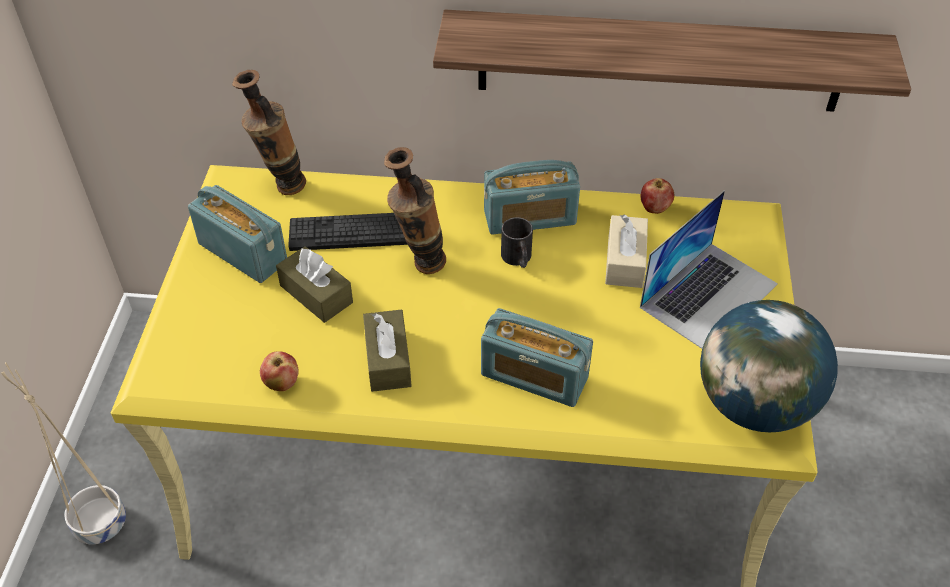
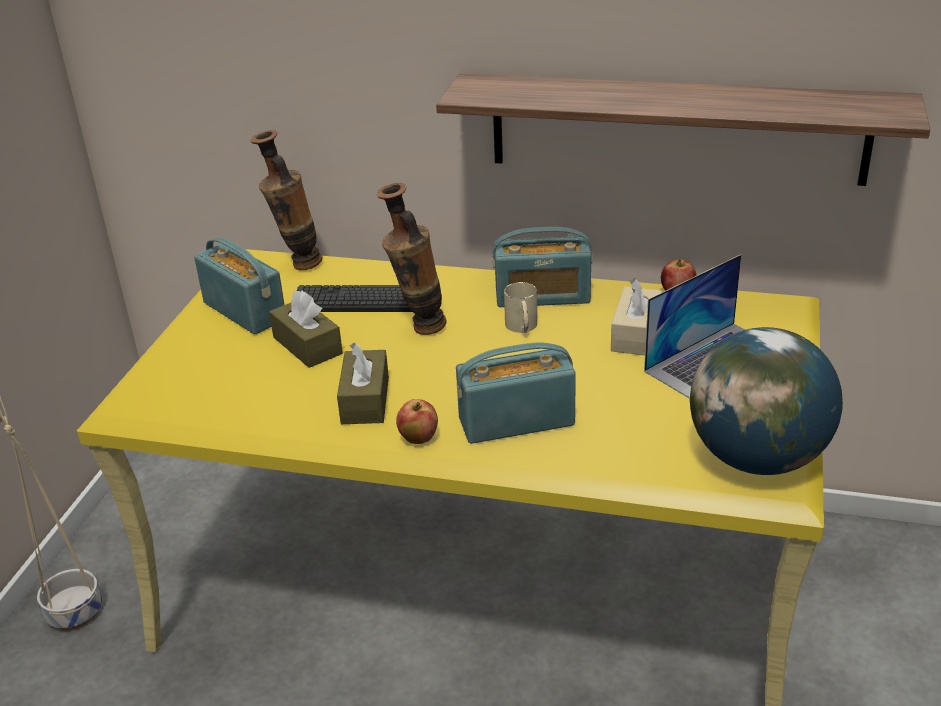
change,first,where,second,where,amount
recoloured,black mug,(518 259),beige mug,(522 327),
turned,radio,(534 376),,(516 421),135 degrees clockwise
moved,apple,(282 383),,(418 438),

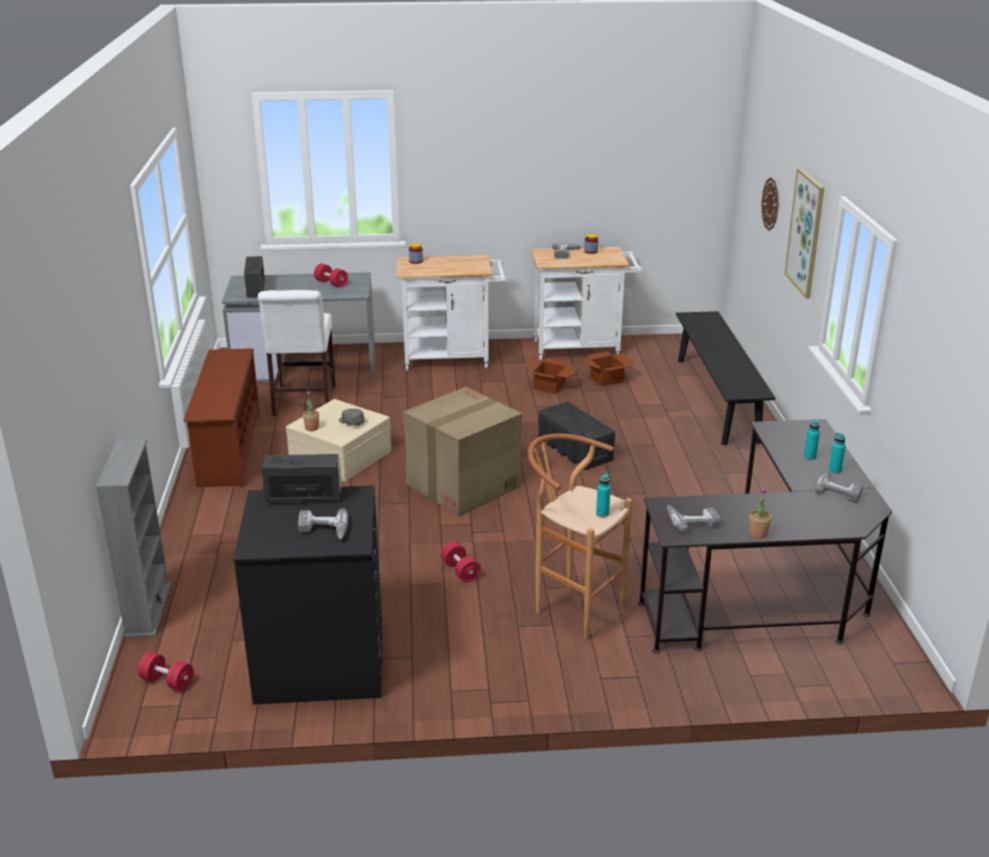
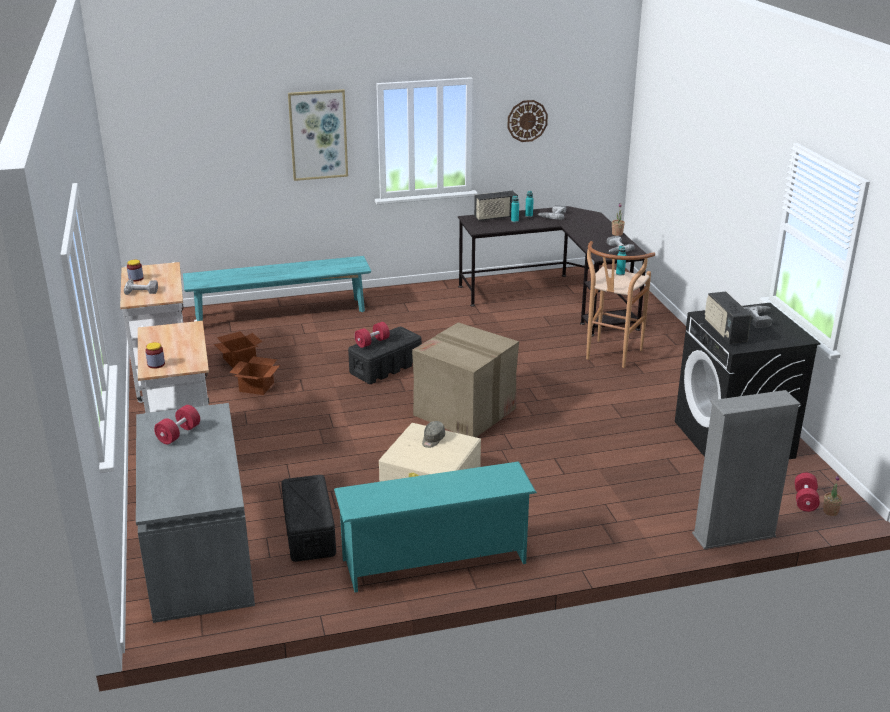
change,first,where,second,where,amount
moved,wall clock,(771 204),,(527 120),
moved,radio,(255 290),,(495 217),
replaced,white chair,(303 402),black storage box,(309 532),
recoloured,black bench,(716 399),turquoise bench,(280 313),
recoloured,brown shoe rack,(228 448),turquoise shoe rack,(435 562),
moved,potted plant,(312 428),,(830 511),
moved,red dumbbell,(460 571),,(372 342),

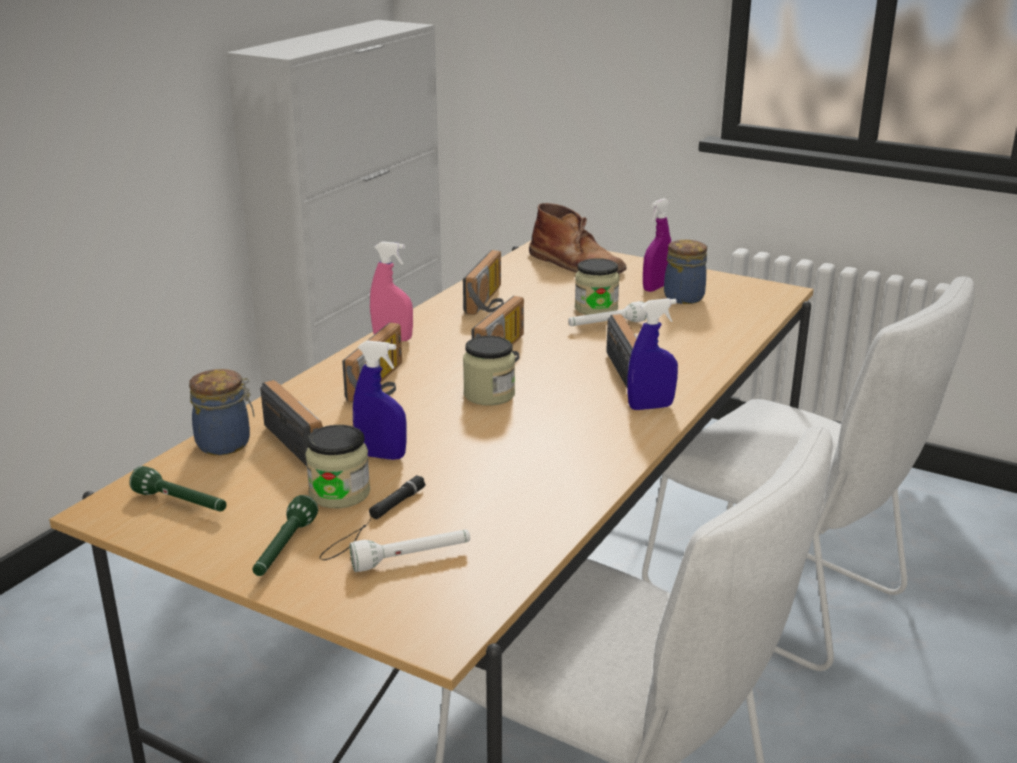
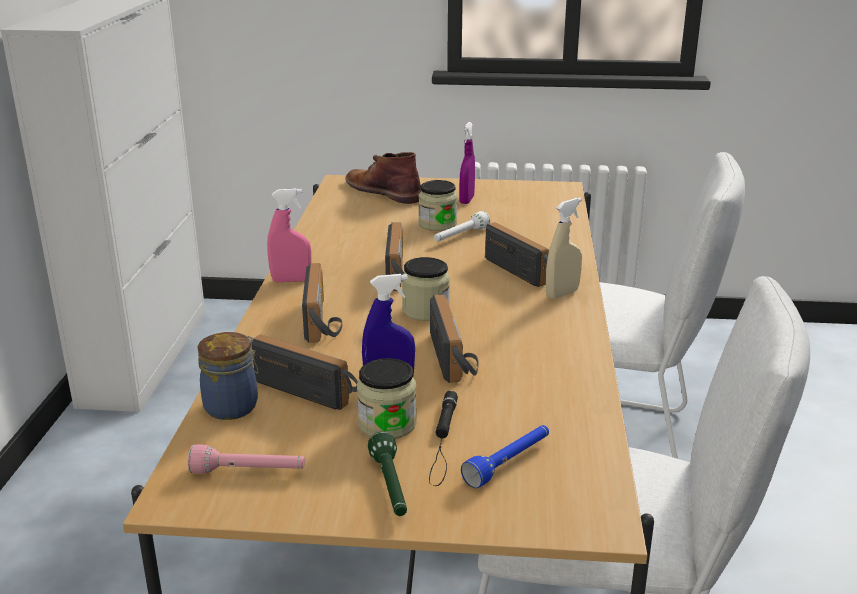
change,first,where,second,where,amount
turned,brown boot,(576 264),,(383 191),150 degrees counterclockwise
removed,jar,(685 297),,,
moved,radio,(490 301),,(456 358),
recoloured,blue spray bottle,(650 407),beige spray bottle,(562 294),
recoloured,green flashlight,(182 504),pink flashlight,(248 472),
recoloured,white flashlight,(412 558),blue flashlight,(508 463),

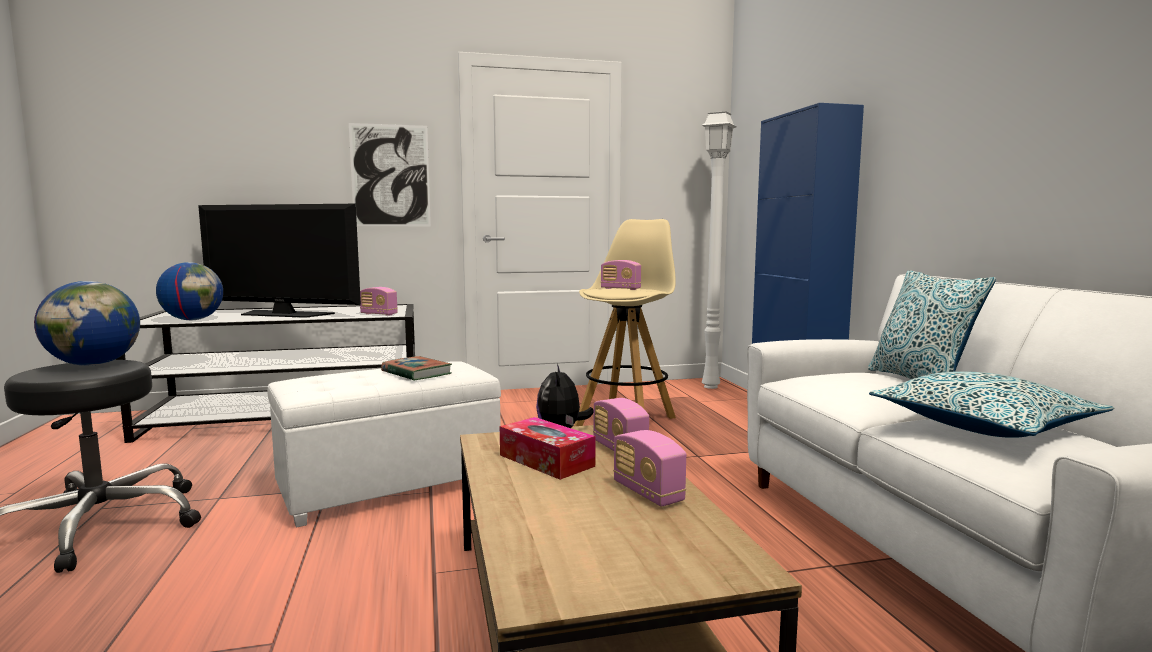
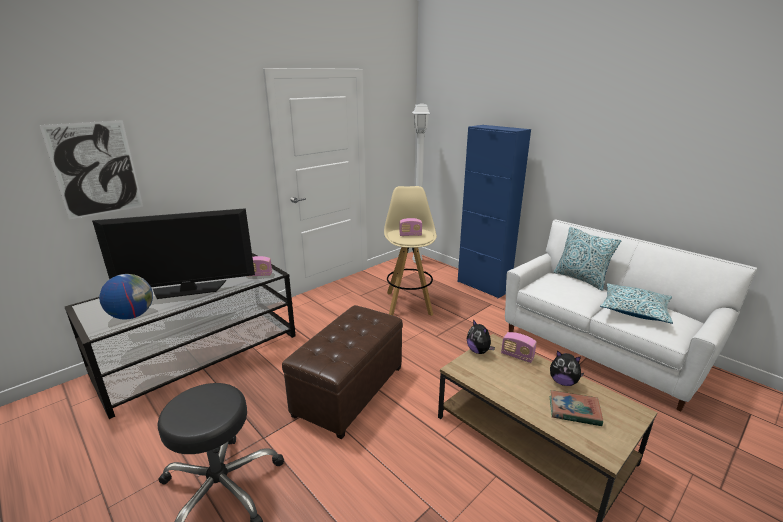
change,first,where,second,where,amount
moved,picture,(390 176),,(96 169),
removed,globe,(94 364),,,
moved,book,(416 373),,(574 411),
recoloured,white ottoman,(390 485),brown ottoman,(349 390),
removed,tissue box,(546 460),,,
replaced,radio,(647 492),plush toy,(563 382),

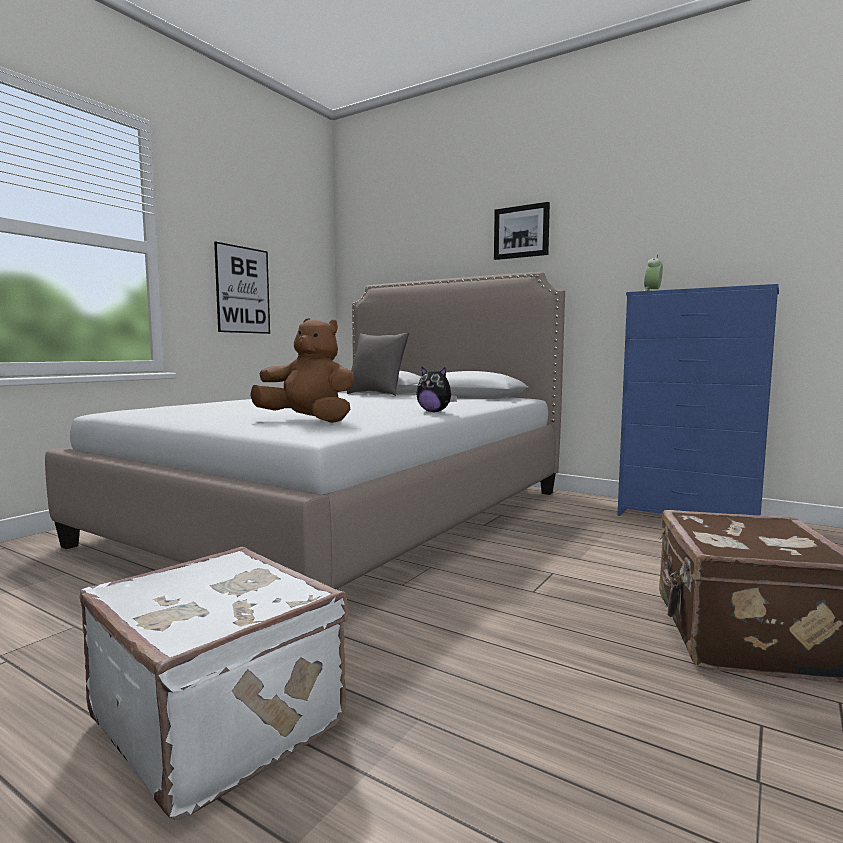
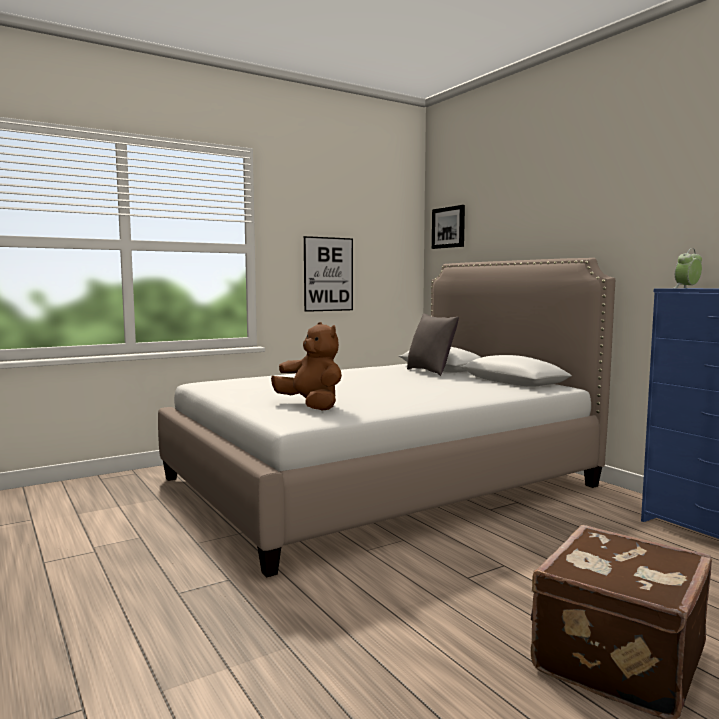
change,first,where,second,where,amount
moved,picture,(521 232),,(448 227),
removed,plush toy,(434 412),,,
removed,white suitcase,(222 719),,,

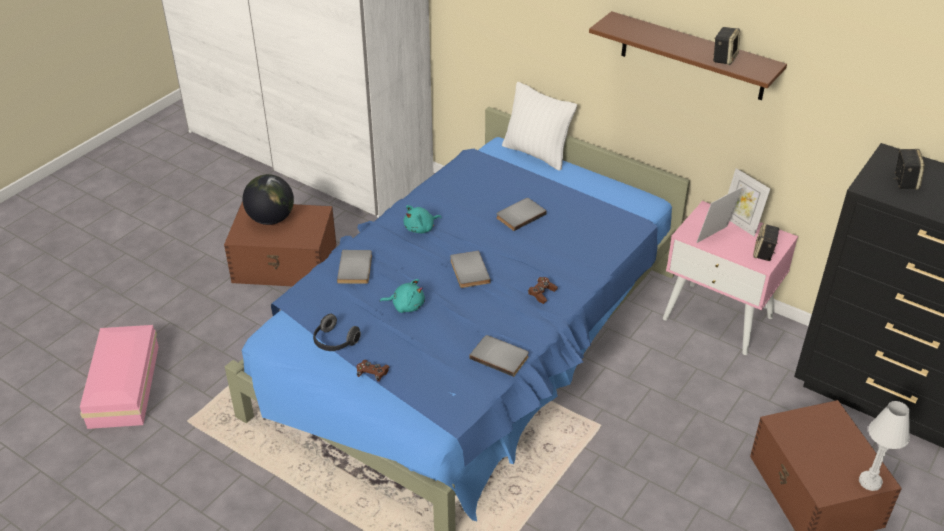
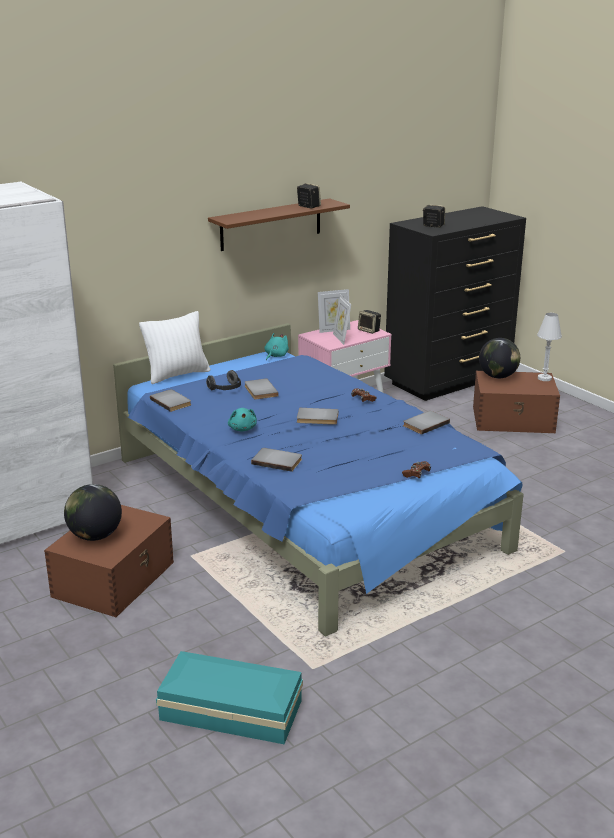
change,first,where,second,where,amount
moved,turquoise plush toy,(406 305),,(275 356),
moved,headphones,(334 342),,(226 389),
recoloured,pink storage box,(126 384),turquoise storage box,(229 708),
added,,,globe,(497 376),
added,,,grey book,(172 402),

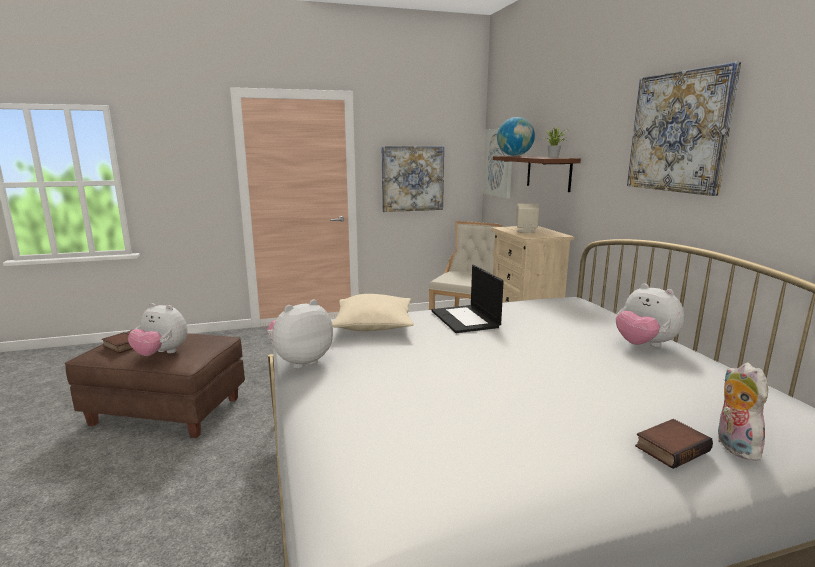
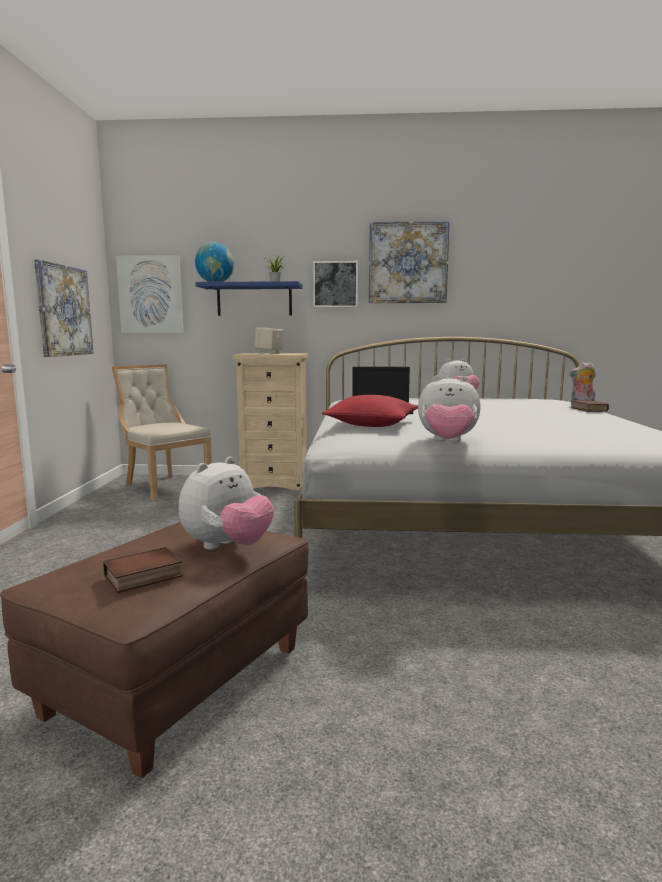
change,first,where,second,where,amount
recoloured,brown shelf,(548 172),blue shelf,(254 300),
recoloured,beige pillow,(374 325),red pillow,(372 424),
turned,plush toy,(300 361),,(447 442),60 degrees counterclockwise
added,,,picture,(335 284),

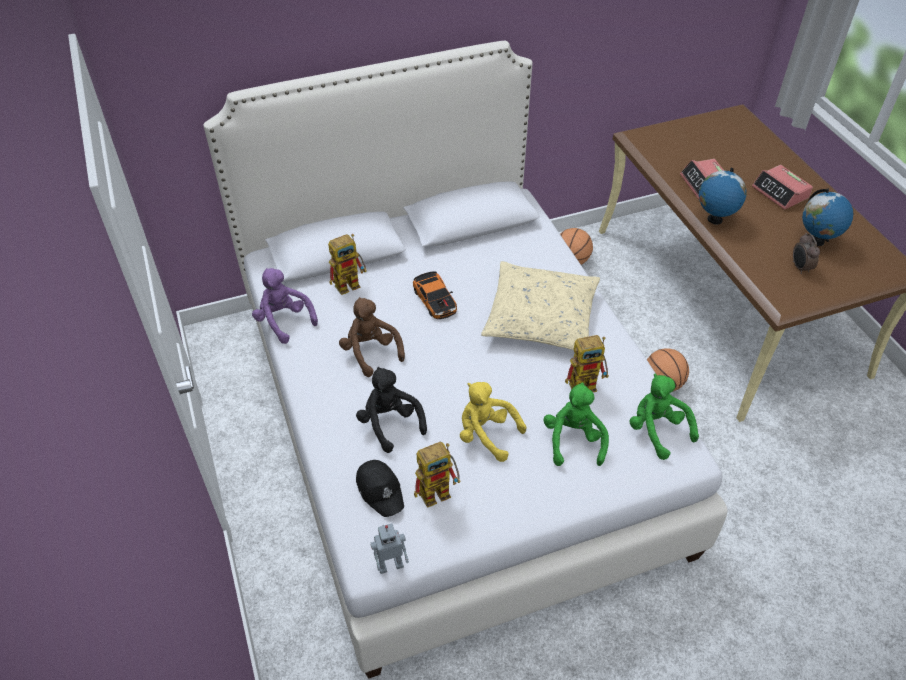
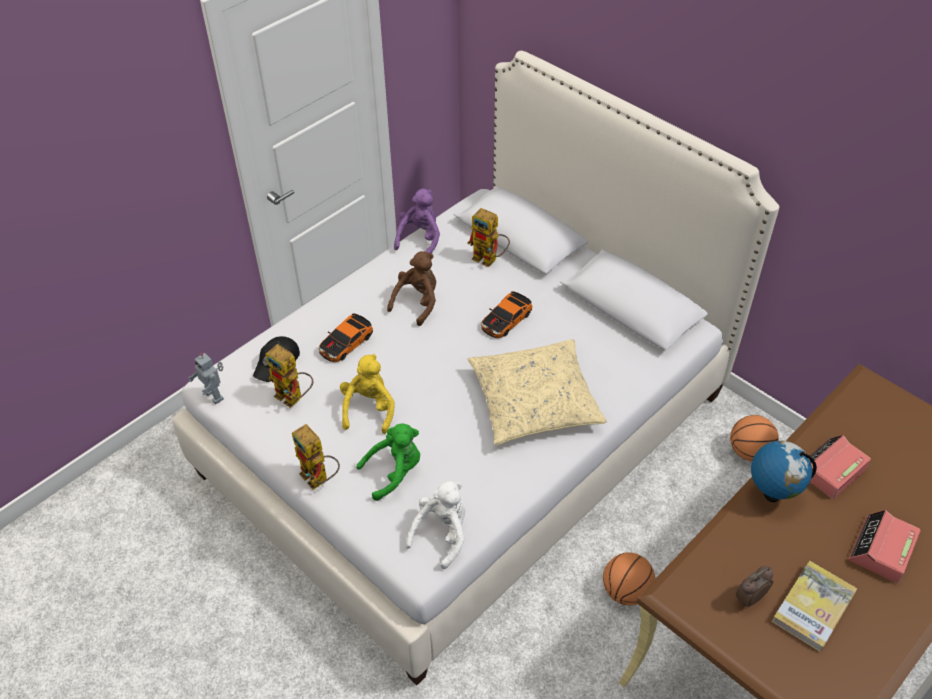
change,first,where,second,where,amount
replaced,globe,(816 241),book,(813 607),
moved,toy robot,(587 384),,(319 479),
replaced,black plush toy,(390 423),toy car,(346 343),
recoloured,green plush toy,(657 430),white plush toy,(442 534),

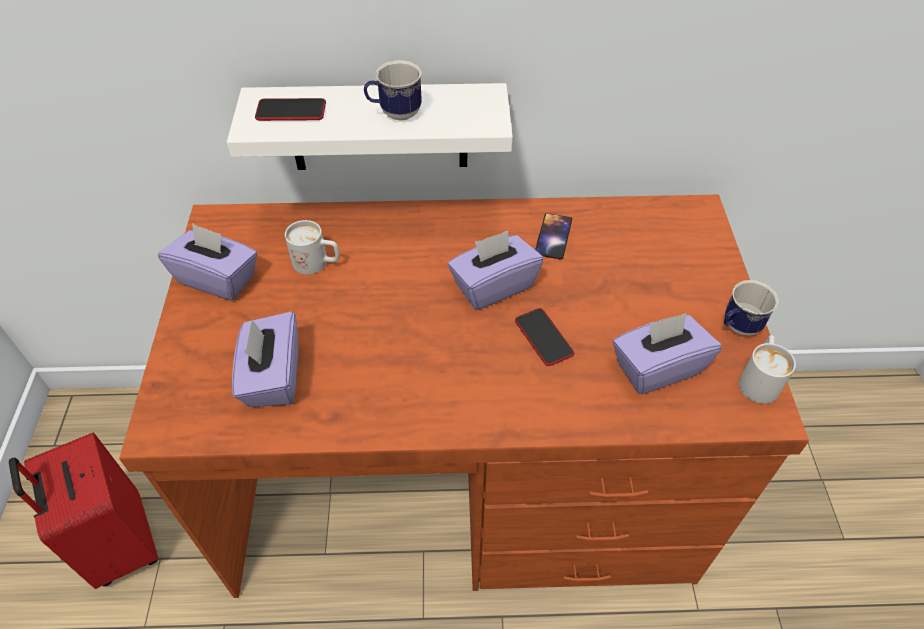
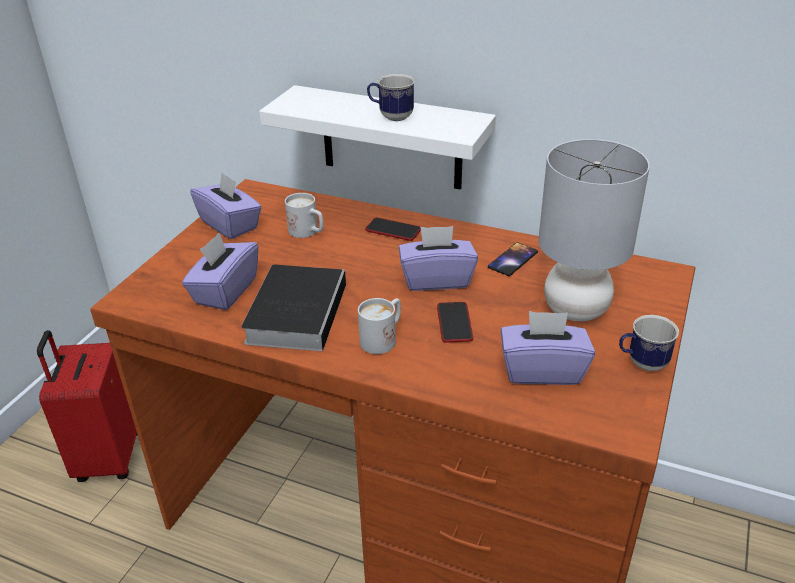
change,first,where,second,where,amount
moved,phone,(291 111),,(393 230),
moved,white mug,(759 379),,(383 338),
added,,,grey table lamp,(576 309),
added,,,book,(297 311),

